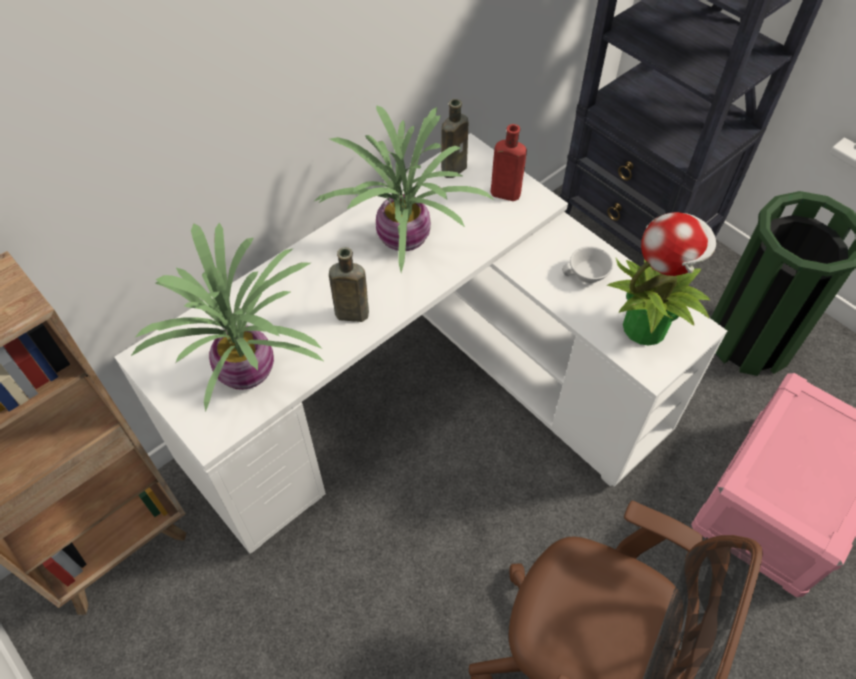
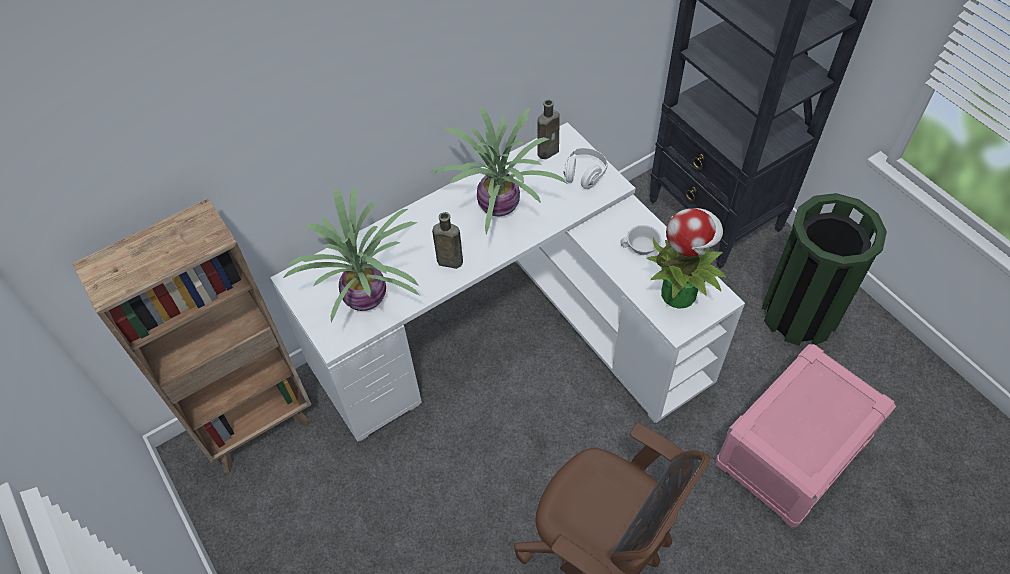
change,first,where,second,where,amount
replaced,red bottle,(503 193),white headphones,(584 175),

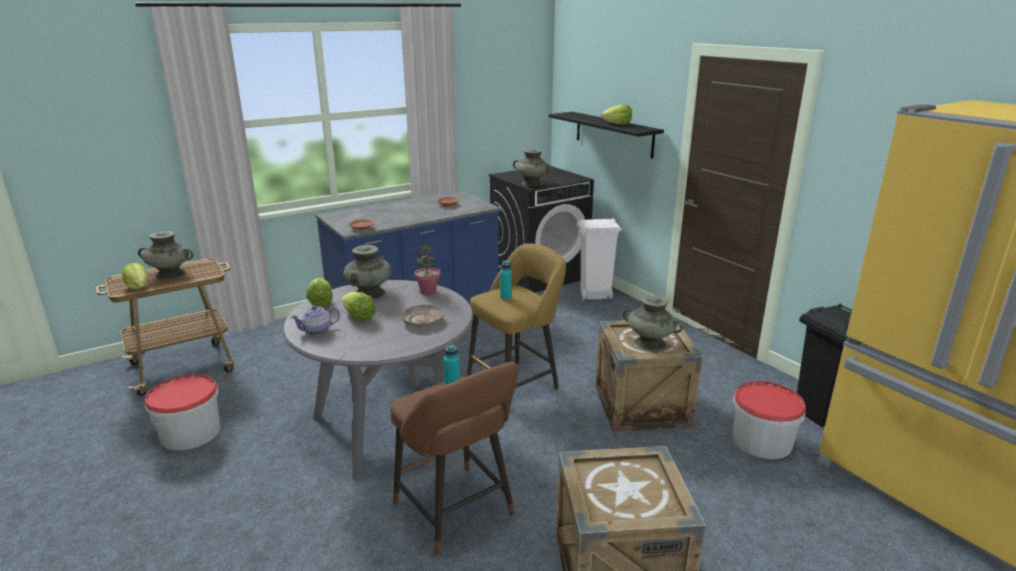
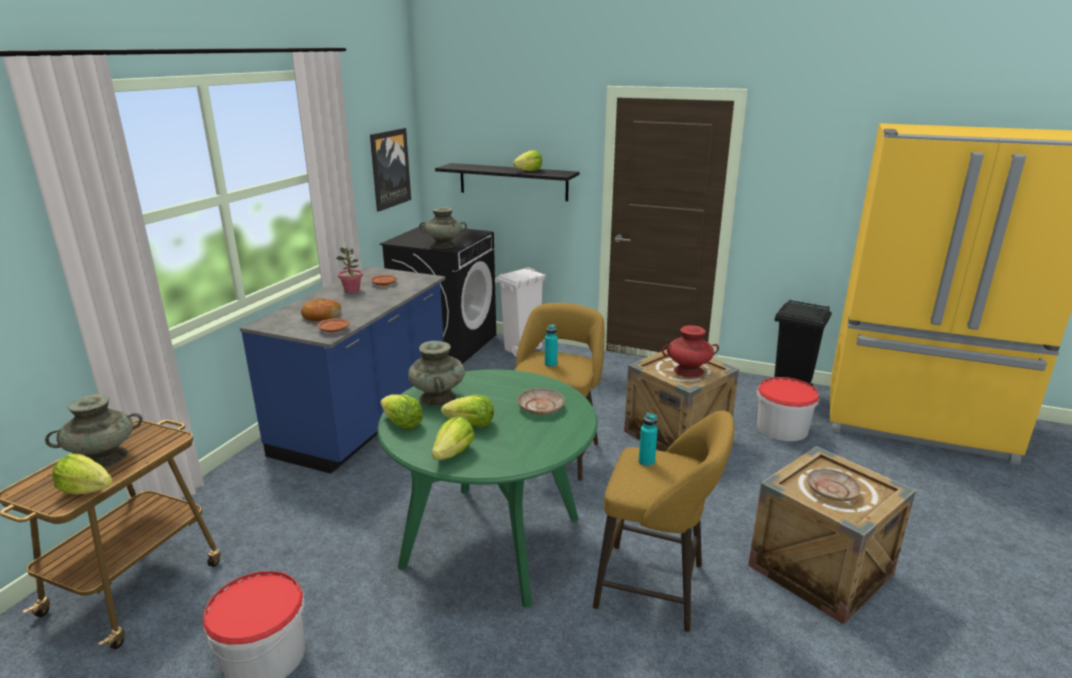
change,first,where,second,where,amount
moved,potted plant,(428 291),,(352 291),
recoloured,grey dining table,(389 426),green dining table,(492 541),
recoloured,turquoise vase,(649 343),red vase,(688 371),
replaced,teapot,(317 331),lettuce,(453 453),
recoloured,brown stool,(457 513),yellow stool,(657 588),
added,,,picture,(389 168),
added,,,bread,(321 316),
added,,,beige plate,(831 491),

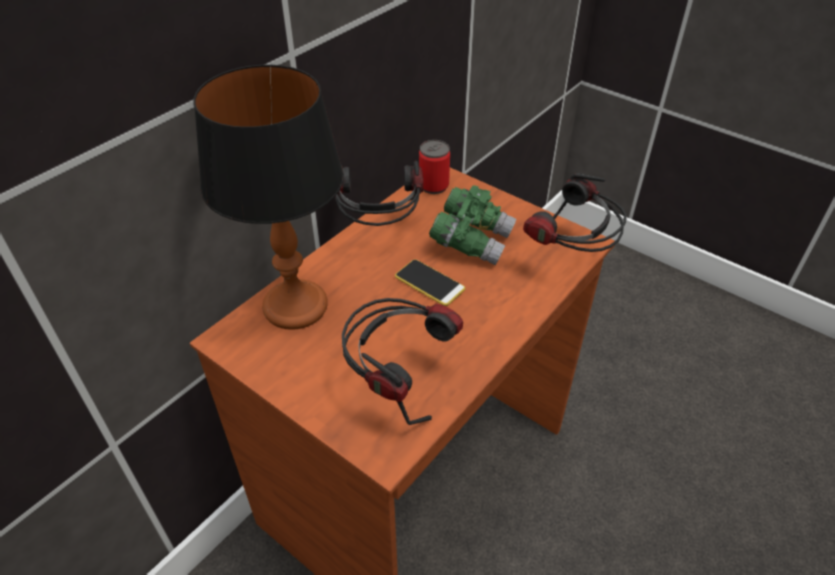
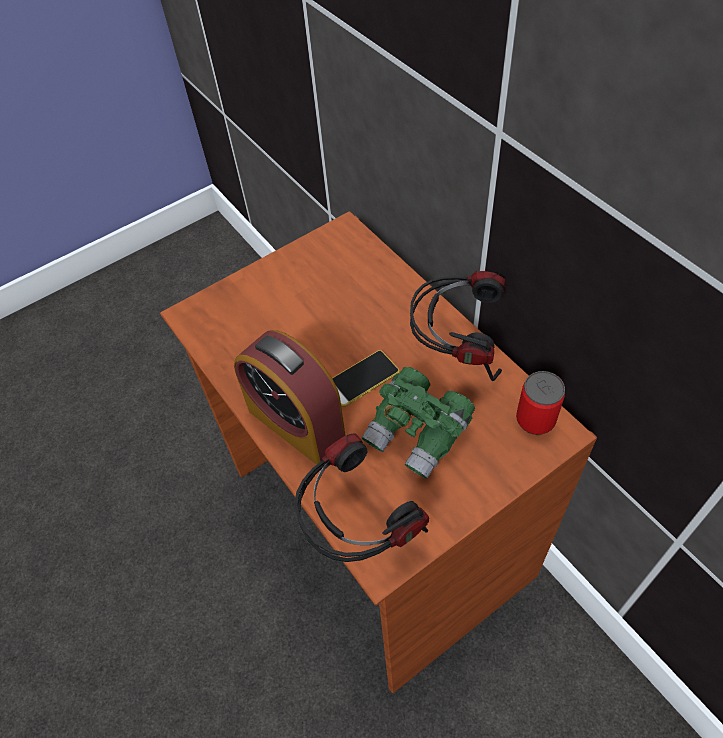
change,first,where,second,where,amount
removed,table lamp,(296 306),,,
removed,headphones,(398 382),,,
added,,,alarm clock,(296 422),

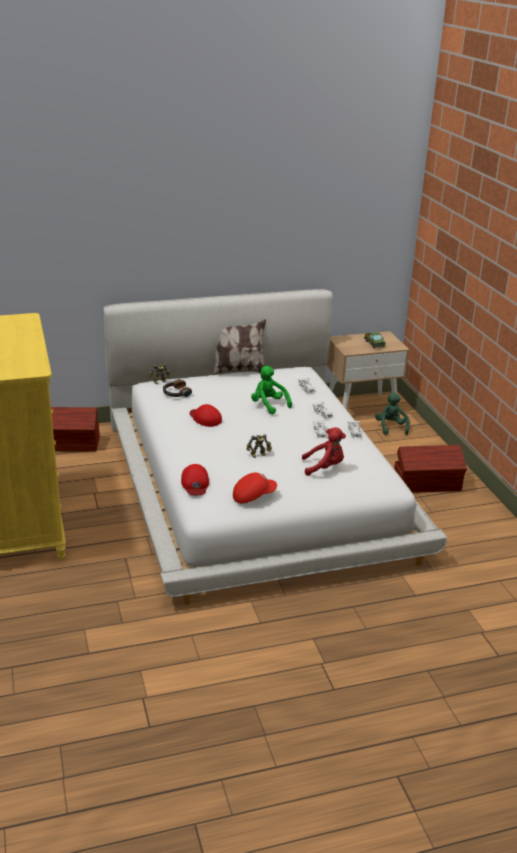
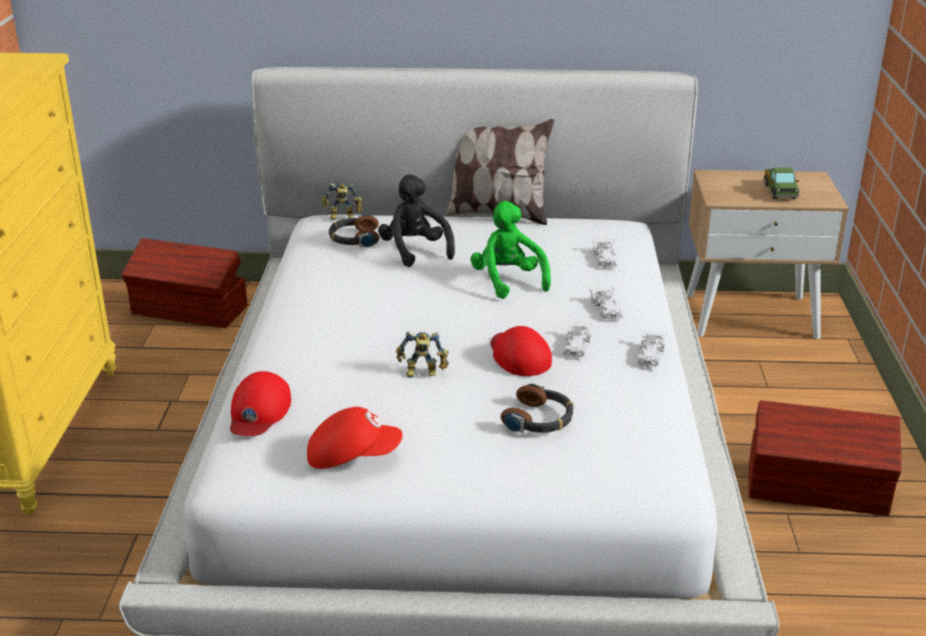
change,first,where,second,where,amount
removed,green plush toy,(390 427),,,
moved,red cap,(205 418),,(518 356),
replaced,red plush toy,(324 467),headphones,(539 419),
added,,,black plush toy,(415 251),

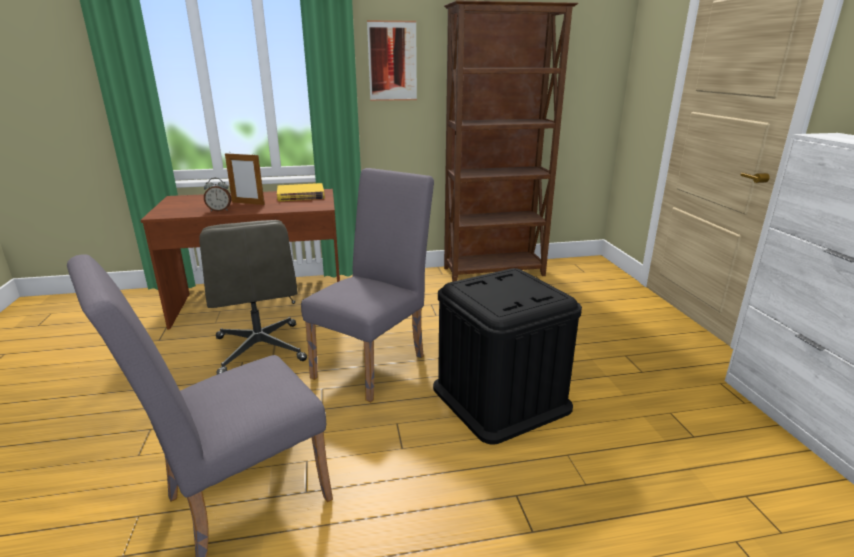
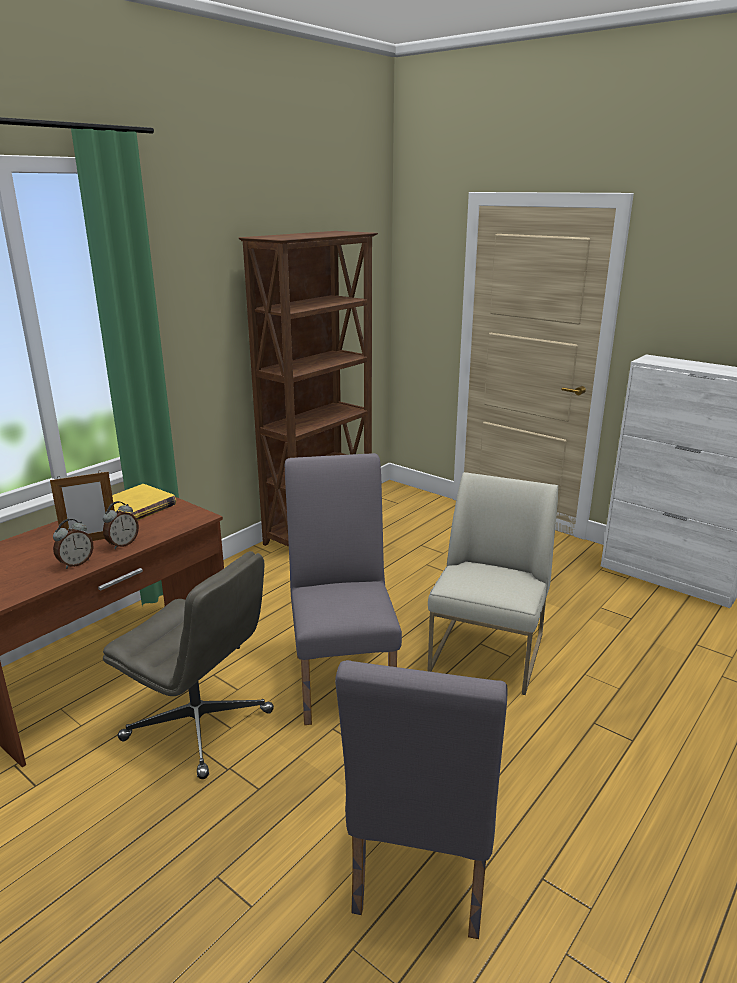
change,first,where,second,where,amount
removed,picture,(392 61),,,
replaced,black storage box,(500 397),white chair,(487 654),
added,,,alarm clock,(122 544),

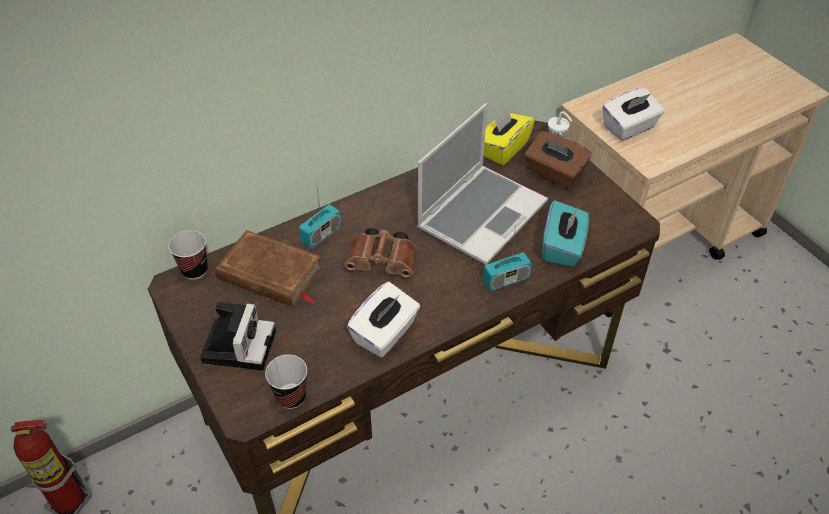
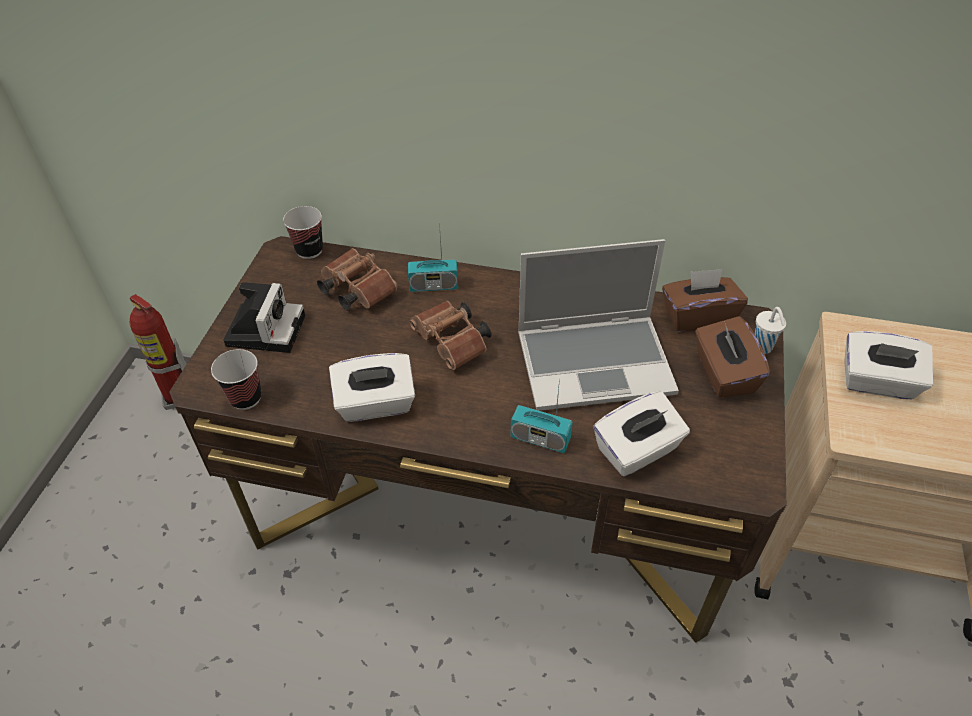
change,first,where,second,where,amount
recoloured,yellow tissue box,(503 149),brown tissue box,(697 316),
recoloured,turquoise tissue box,(562 247),white tissue box,(637 450),
replaced,brown book,(270 274),brown binoculars,(355 290),
turned,photo camera,(239 344),,(265 328),45 degrees counterclockwise

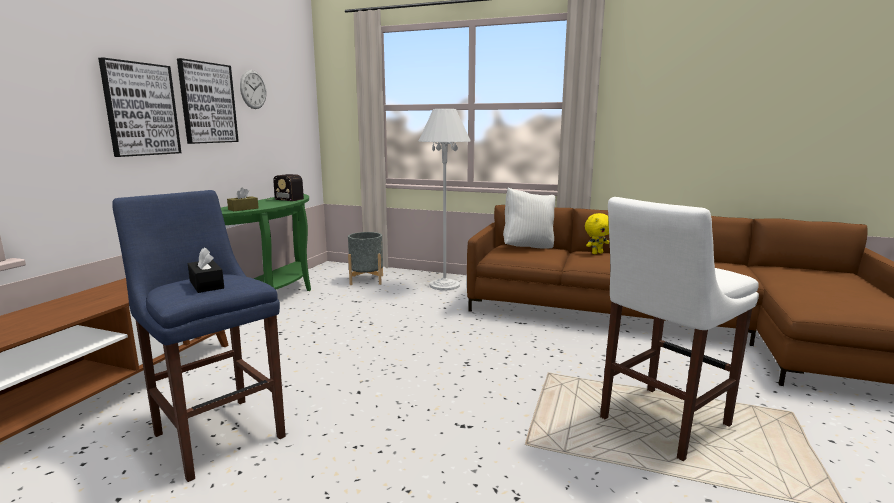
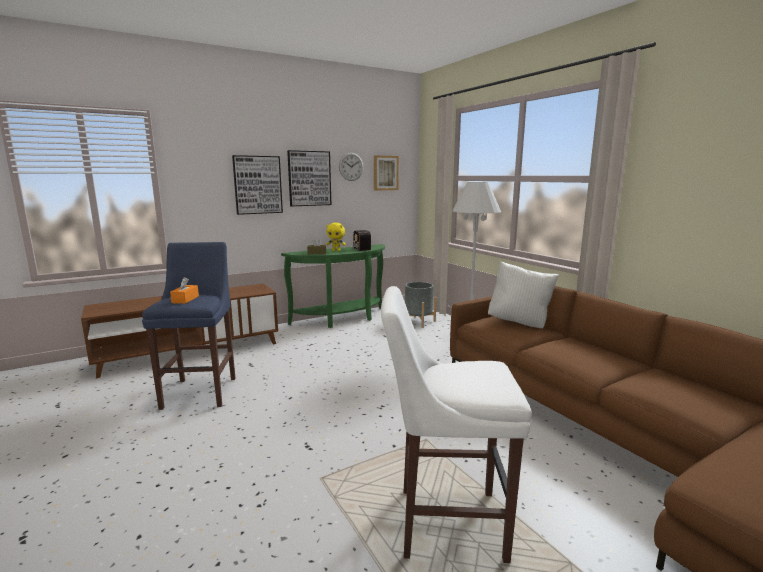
change,first,where,second,where,amount
moved,yellow plush toy,(597 253),,(336 251),
recoloured,black tissue box,(206 284),orange tissue box,(185 299),
added,,,picture,(385 173),

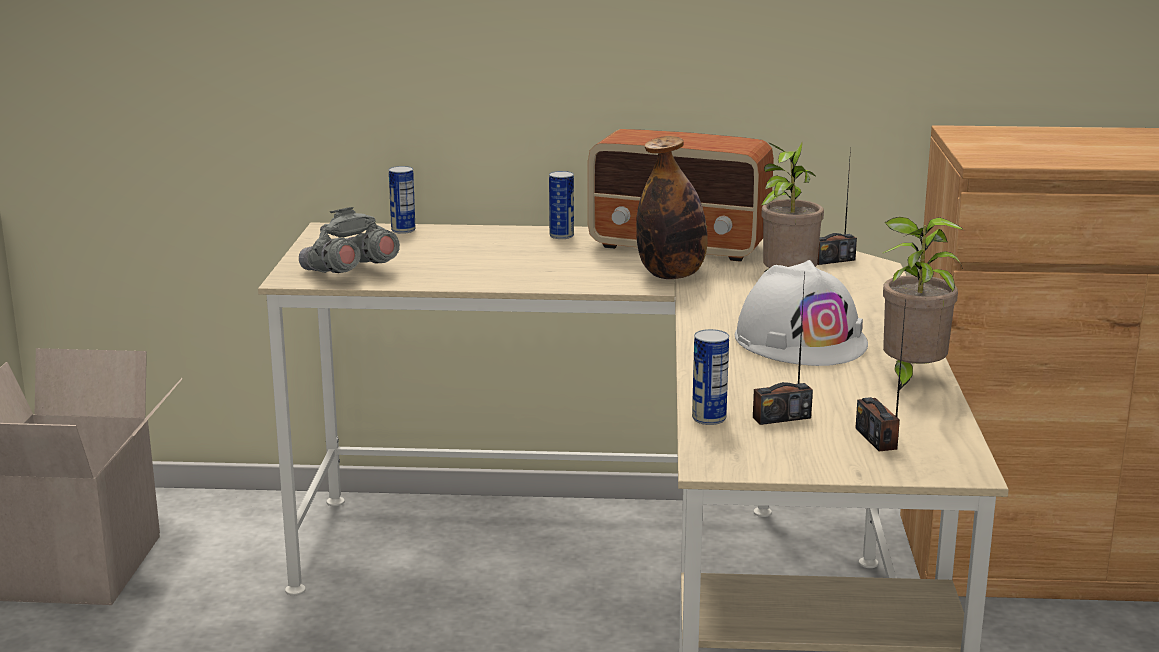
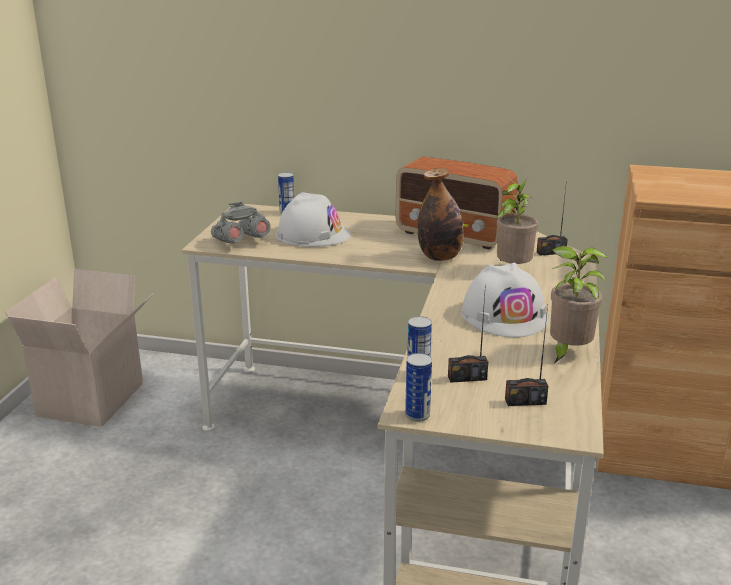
change,first,where,second,where,amount
moved,can,(561 236),,(417 415),
turned,radio,(876 438),,(525 401),90 degrees counterclockwise
added,,,white hard hat,(313 234),

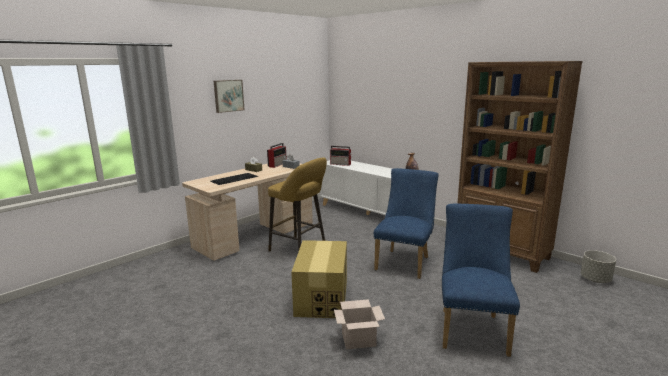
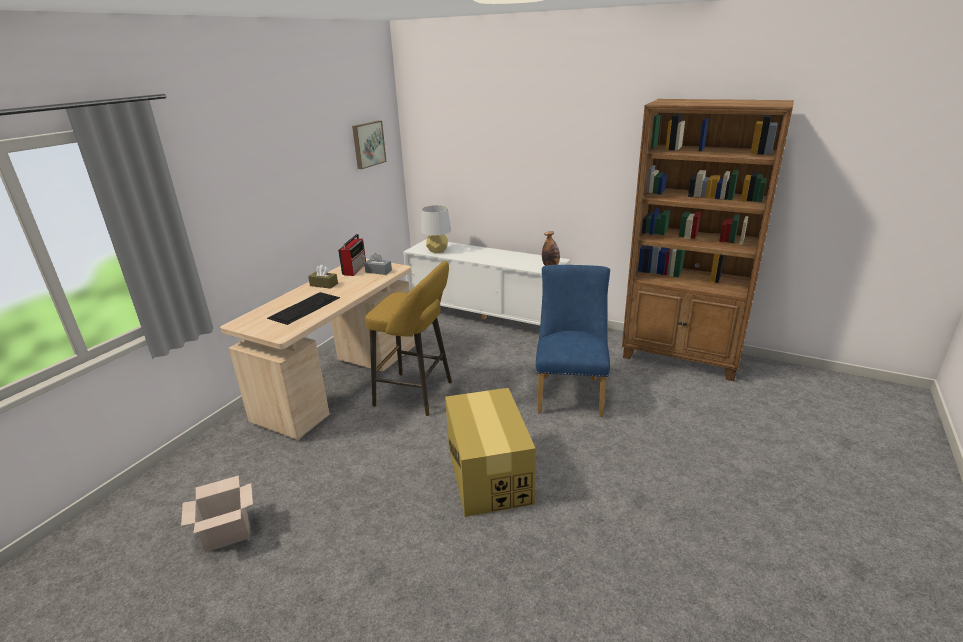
change,first,where,second,where,amount
moved,picture,(228 95),,(368 144),
replaced,radio,(341 164),grey table lamp,(437 251),
removed,blue chair,(472 328),,,
removed,grey planter,(595 279),,,
moved,cardboard box,(359 339),,(228 532),

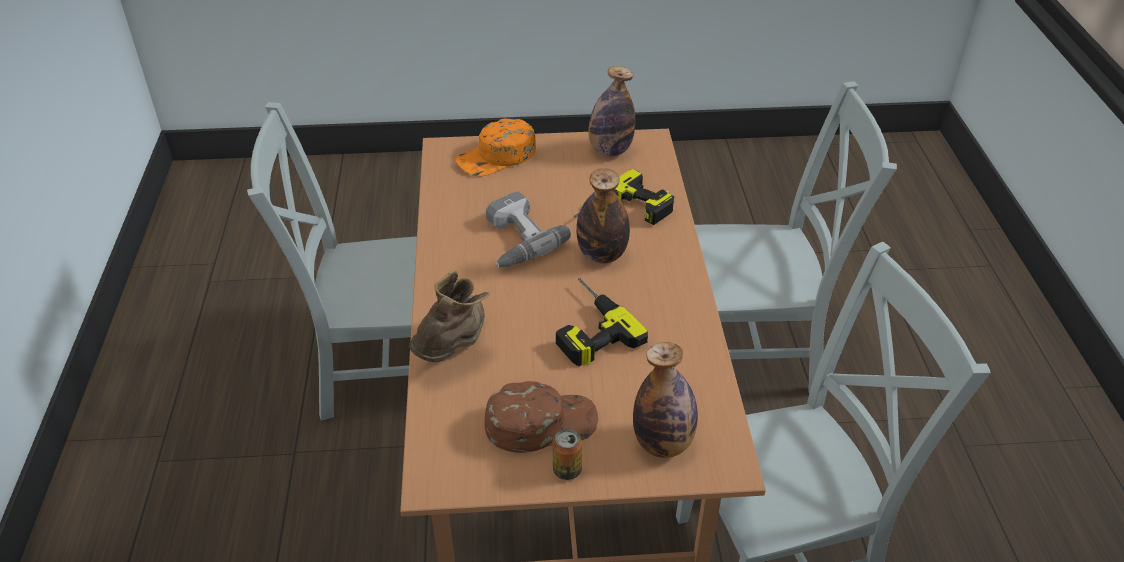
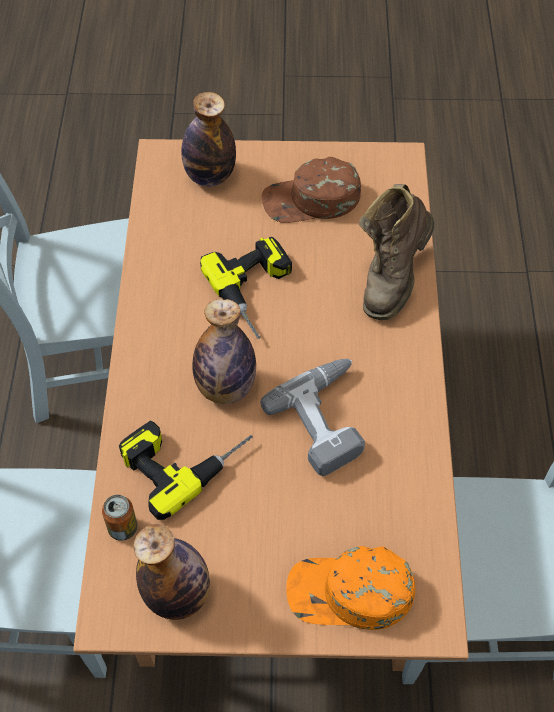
change,first,where,second,where,amount
turned,orange cap,(497 157),,(349 593),150 degrees counterclockwise
moved,can,(567 470),,(123 528),

